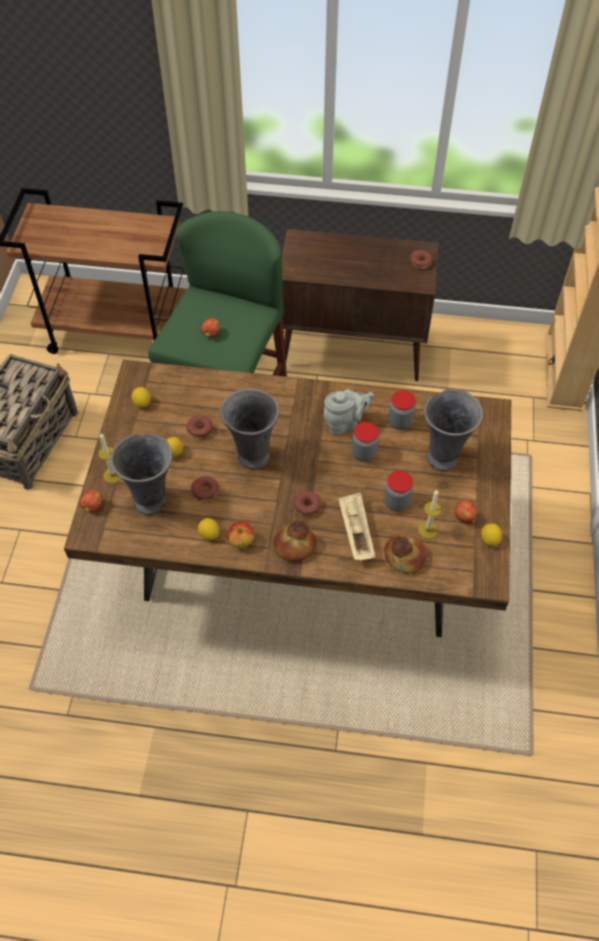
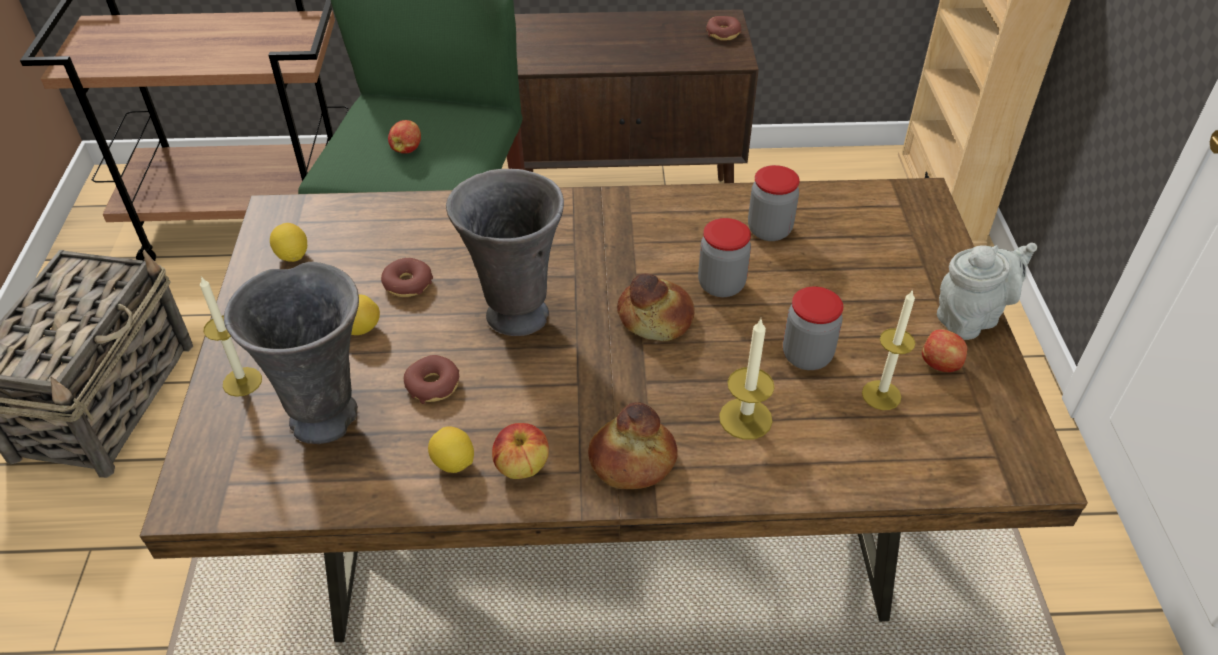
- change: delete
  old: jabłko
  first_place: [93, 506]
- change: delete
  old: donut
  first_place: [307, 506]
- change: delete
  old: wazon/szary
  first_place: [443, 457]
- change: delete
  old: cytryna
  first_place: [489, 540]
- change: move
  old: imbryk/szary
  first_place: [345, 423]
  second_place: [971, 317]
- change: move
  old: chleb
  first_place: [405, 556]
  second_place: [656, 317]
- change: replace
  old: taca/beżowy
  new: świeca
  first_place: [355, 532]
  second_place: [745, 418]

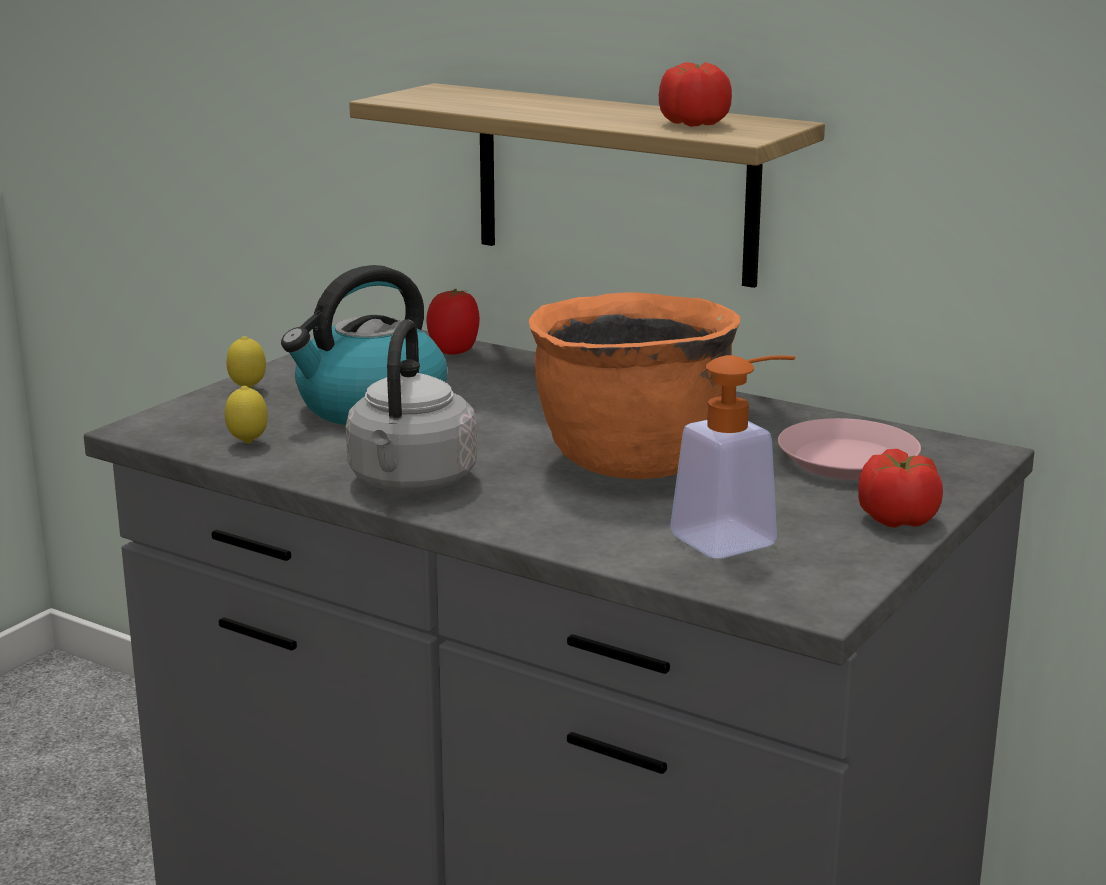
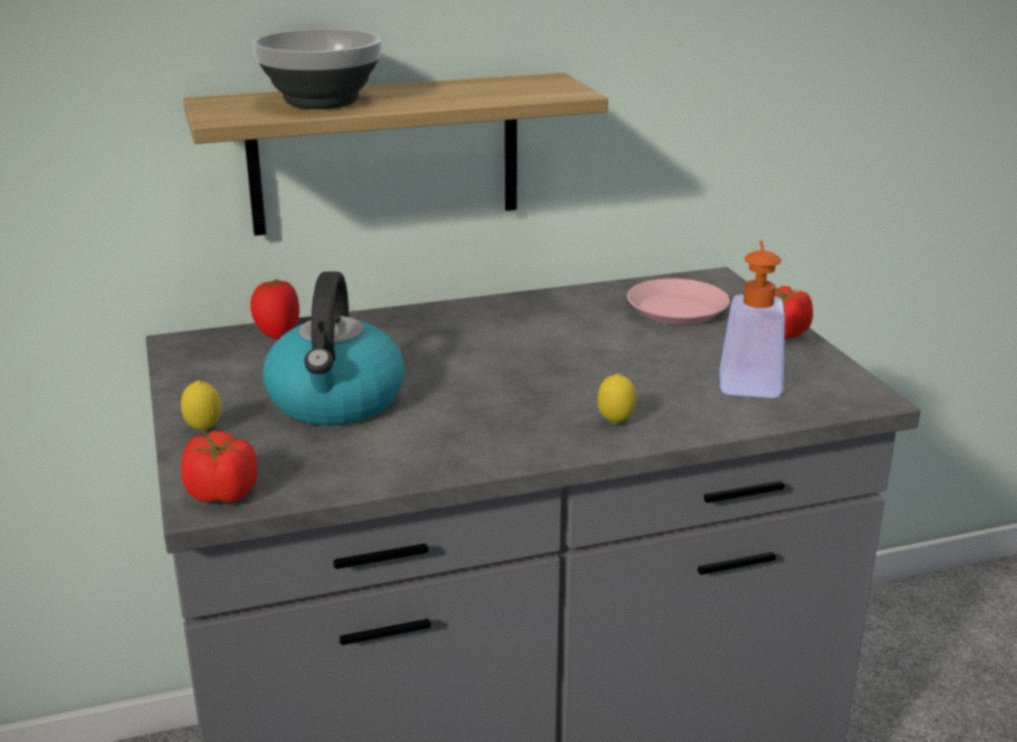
- change: delete
  old: czajnik/szary
  first_place: [411, 483]
- change: delete
  old: garnek/pomarańczowy
  first_place: [630, 462]
- change: insert
  new: miska
  second_place: [319, 101]
- change: move
  old: cytryna
  first_place: [248, 443]
  second_place: [615, 423]
- change: move
  old: pomidor
  first_place: [694, 124]
  second_place: [223, 494]

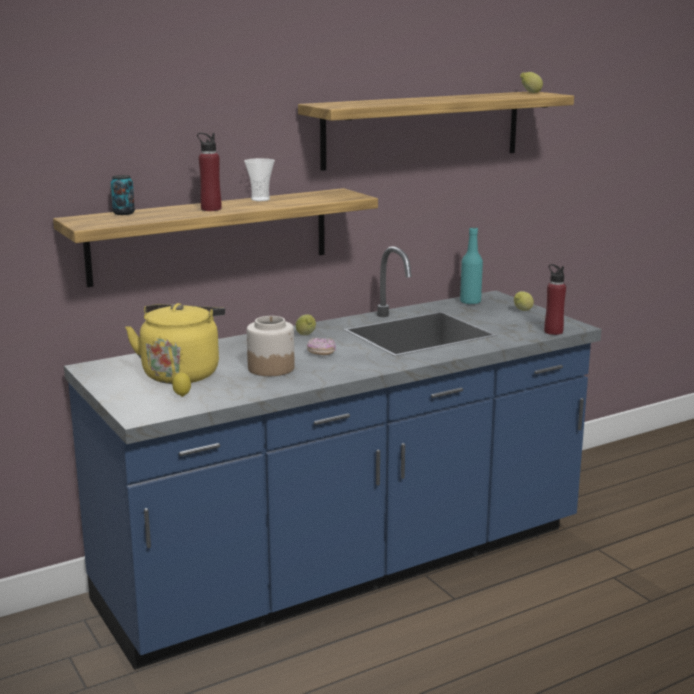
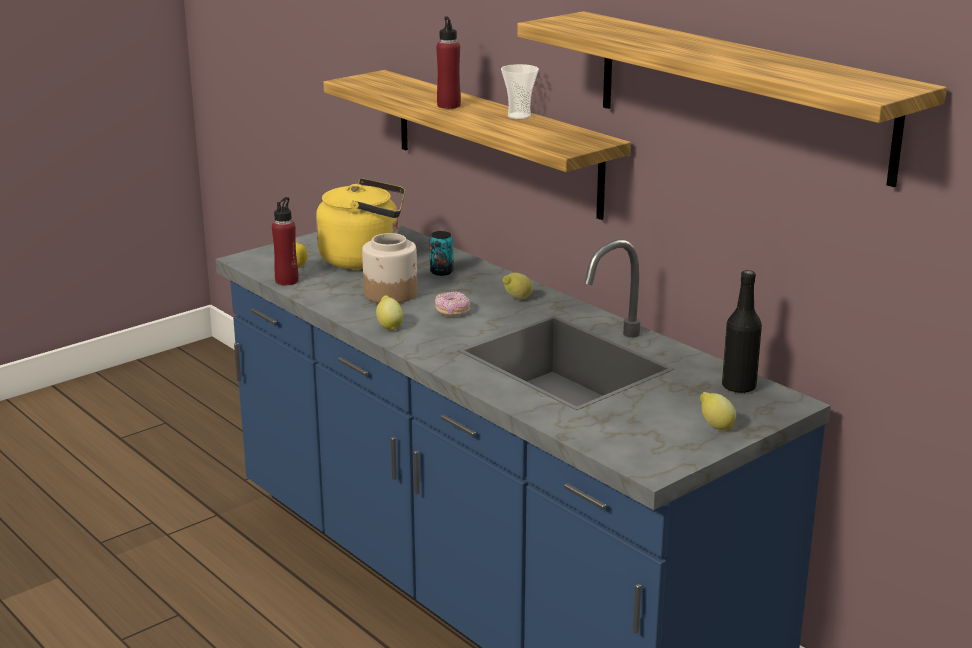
- change: move
  old: puszka
  first_place: [123, 213]
  second_place: [441, 272]
- change: move
  old: cytryna
  first_place: [530, 92]
  second_place: [389, 326]
- change: move
  old: butelka/czerwony
  first_place: [553, 332]
  second_place: [287, 281]
- change: recolor
  old: butelka/turkusowy
  new: butelka/czarny
  first_place: [470, 302]
  second_place: [739, 387]

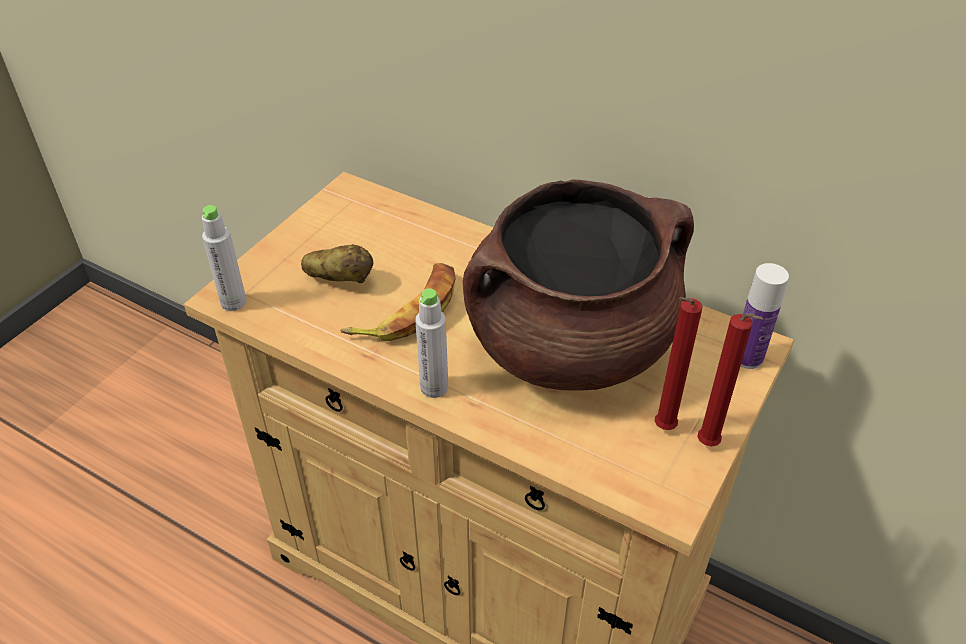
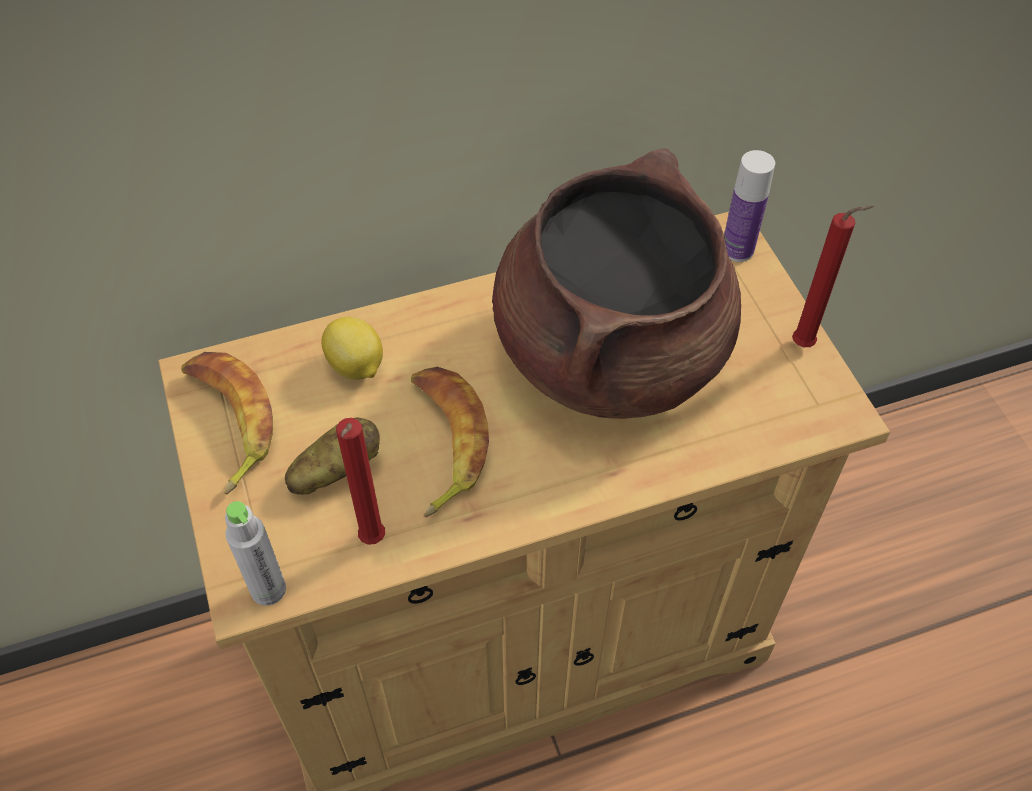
- change: delete
  old: butelka/szary
  first_place: [434, 387]
- change: insert
  new: banan
  second_place: [227, 422]
- change: insert
  new: cytryna
  second_place: [356, 367]
- change: move
  old: świeca/czerwony
  first_place: [661, 429]
  second_place: [371, 542]

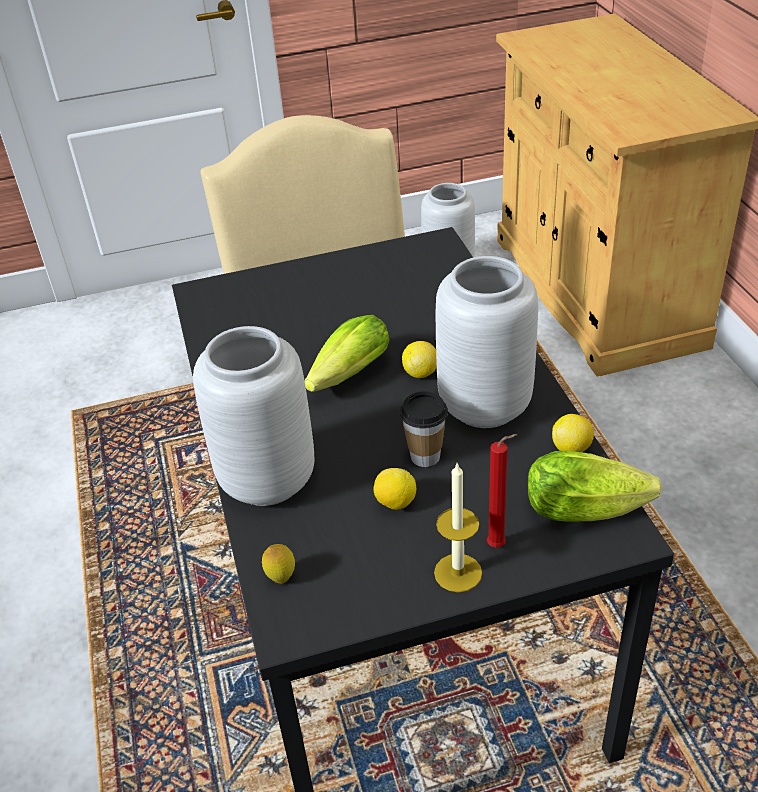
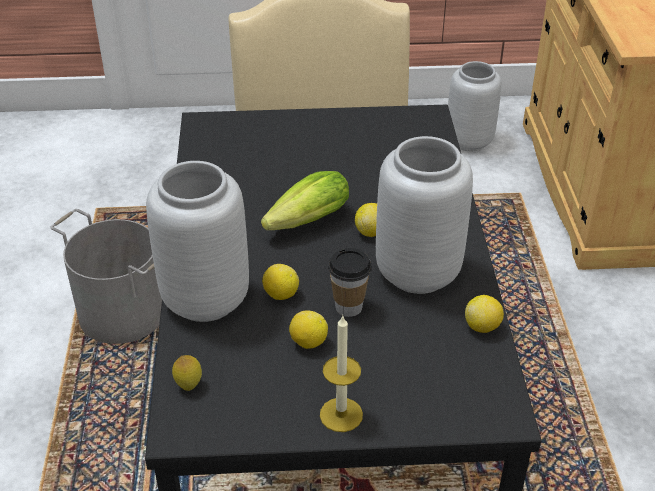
- change: delete
  old: świeca/czerwony
  first_place: [499, 545]
- change: delete
  old: sałata
  first_place: [591, 508]
- change: insert
  new: wiadro/szary
  second_place: [124, 312]
- change: insert
  new: cytryna
  second_place: [280, 294]

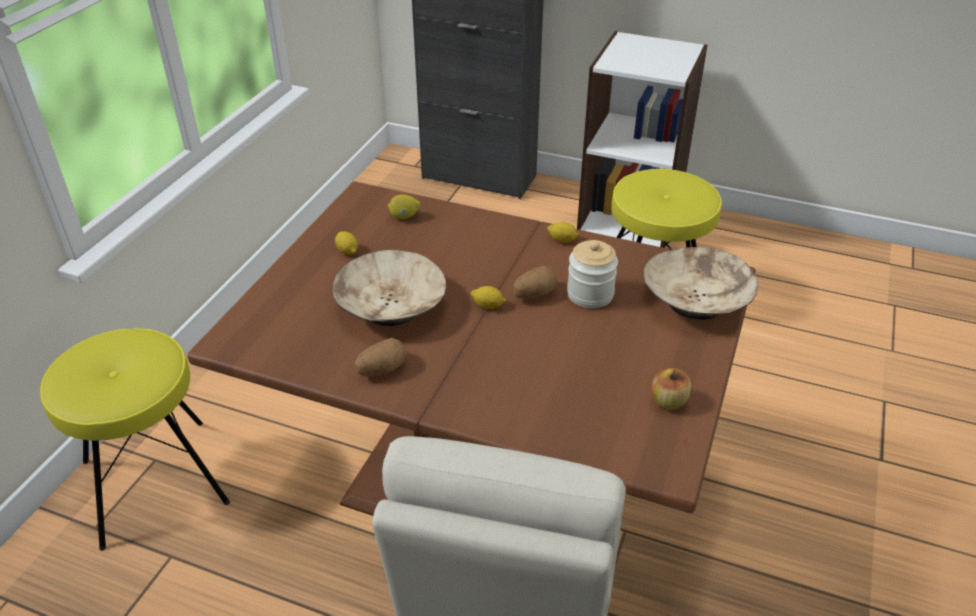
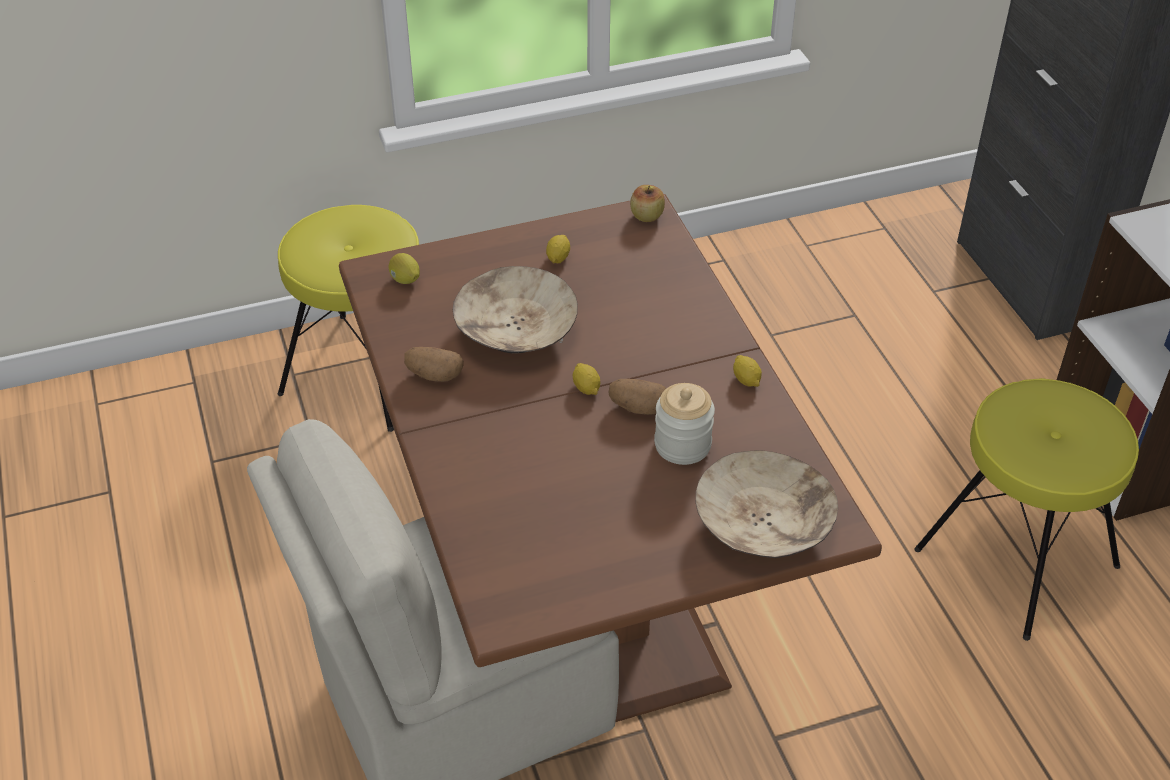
- change: move
  old: cytryna
  first_place: [404, 217]
  second_place: [405, 280]
- change: move
  old: jabłko
  first_place: [668, 401]
  second_place: [646, 216]

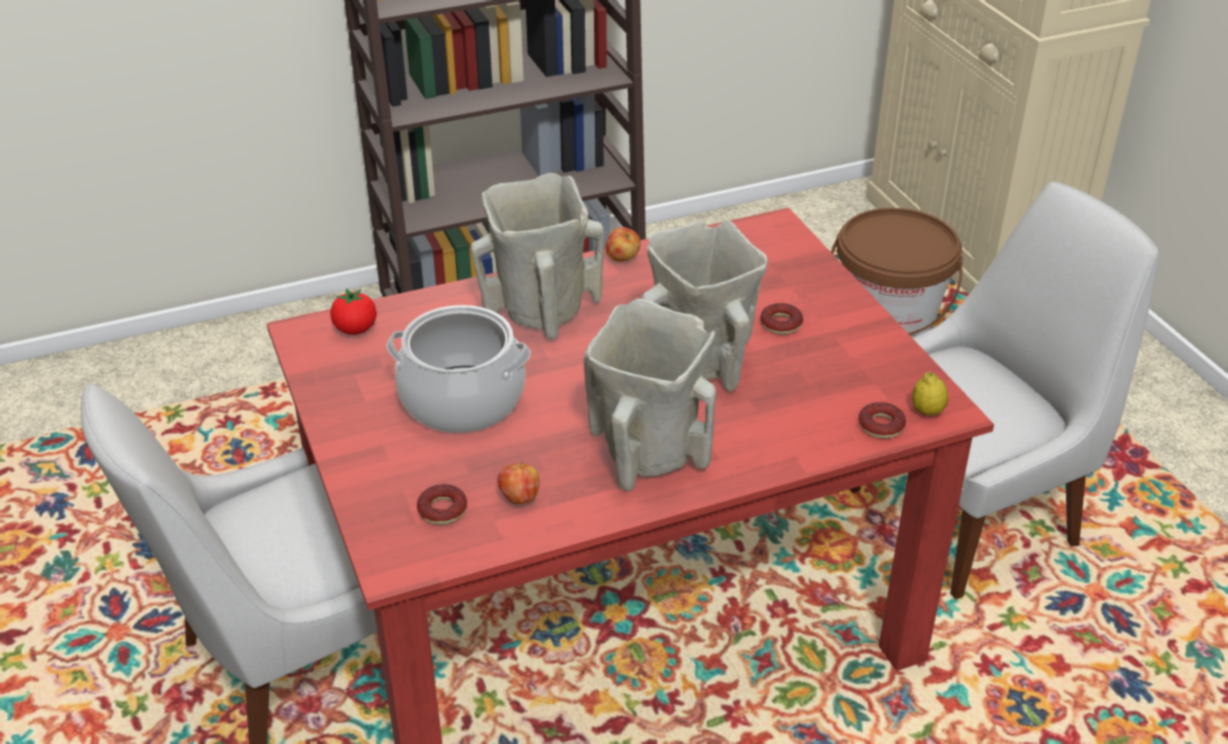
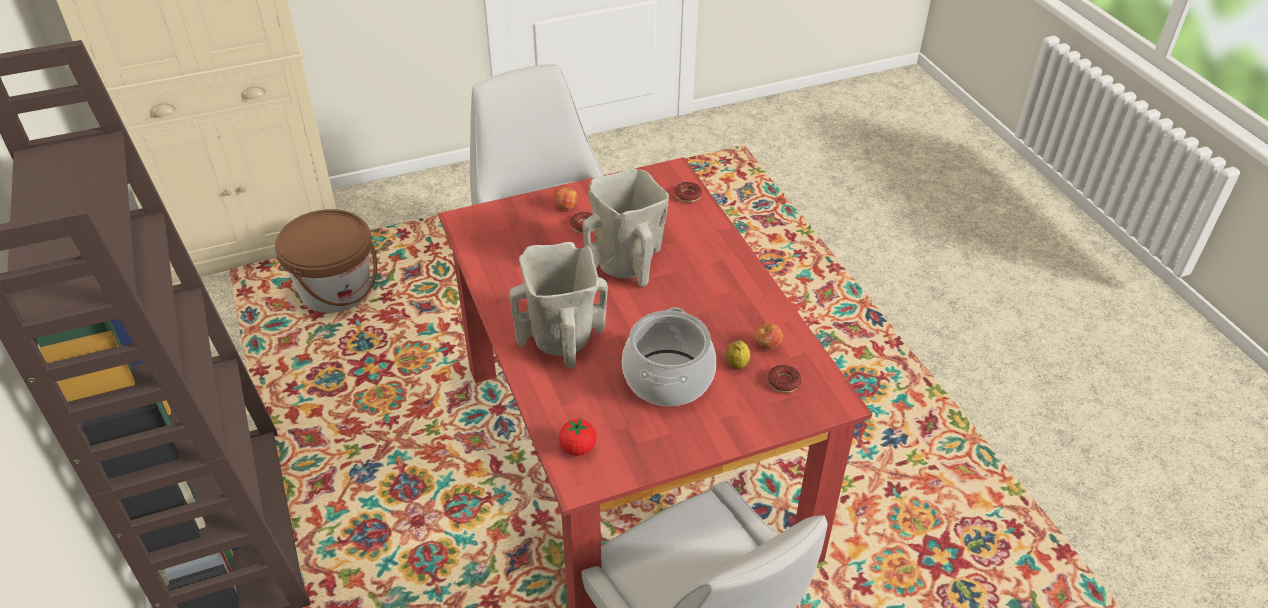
- change: delete
  old: wazon/beżowy
  first_place: [647, 455]
- change: move
  old: jabłko
  first_place: [622, 258]
  second_place: [565, 207]
- change: move
  old: cytryna
  first_place: [927, 411]
  second_place: [737, 364]

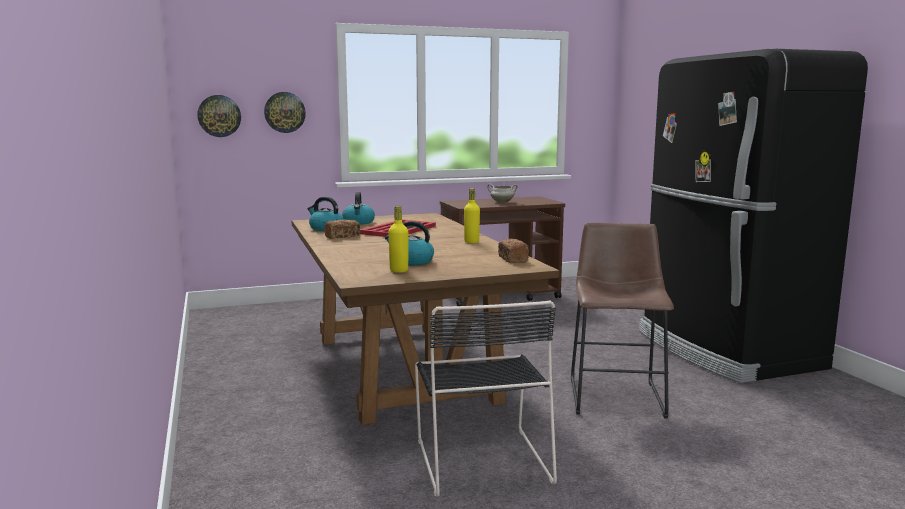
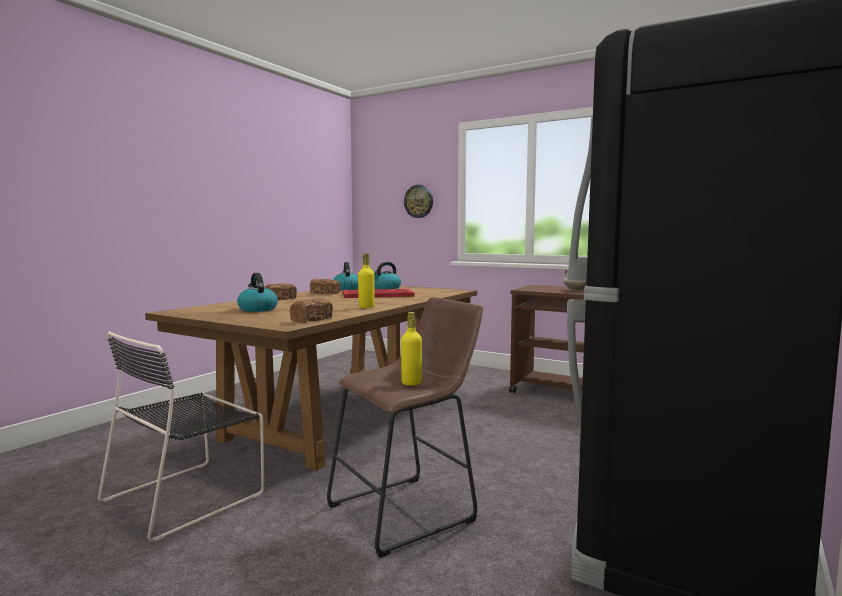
- change: delete
  old: zegar ścienny
  first_place: [219, 116]
- change: insert
  new: chleb
  second_place: [280, 299]
- change: move
  old: butelka/żółty
  first_place: [399, 270]
  second_place: [411, 383]

